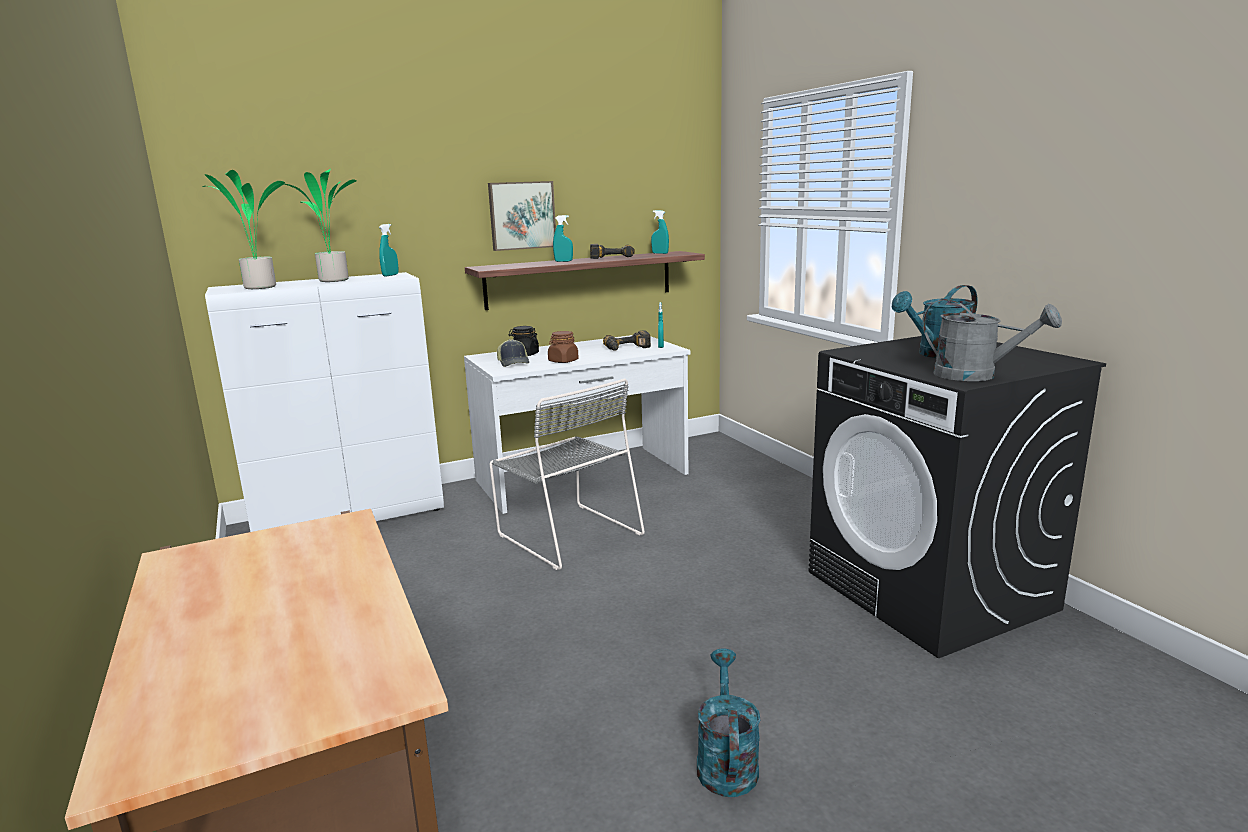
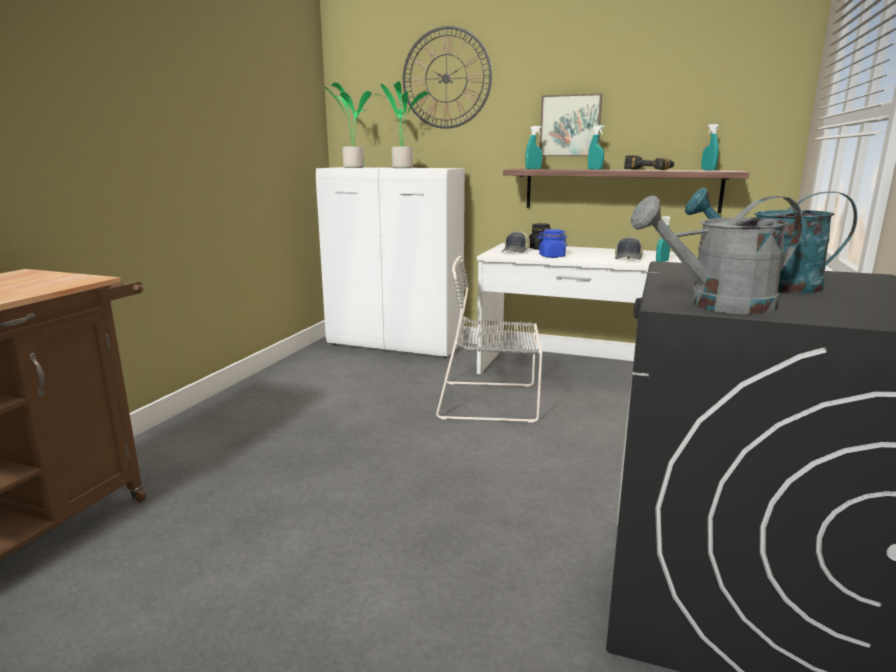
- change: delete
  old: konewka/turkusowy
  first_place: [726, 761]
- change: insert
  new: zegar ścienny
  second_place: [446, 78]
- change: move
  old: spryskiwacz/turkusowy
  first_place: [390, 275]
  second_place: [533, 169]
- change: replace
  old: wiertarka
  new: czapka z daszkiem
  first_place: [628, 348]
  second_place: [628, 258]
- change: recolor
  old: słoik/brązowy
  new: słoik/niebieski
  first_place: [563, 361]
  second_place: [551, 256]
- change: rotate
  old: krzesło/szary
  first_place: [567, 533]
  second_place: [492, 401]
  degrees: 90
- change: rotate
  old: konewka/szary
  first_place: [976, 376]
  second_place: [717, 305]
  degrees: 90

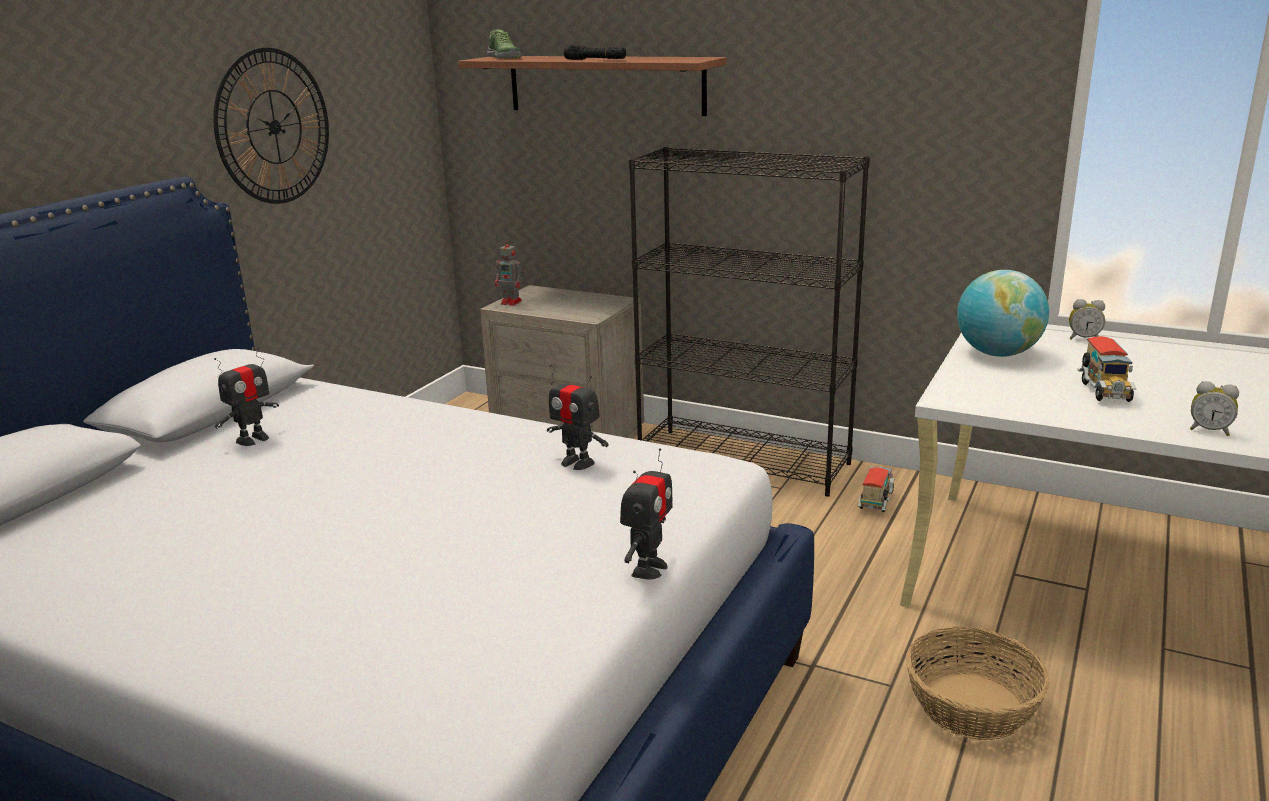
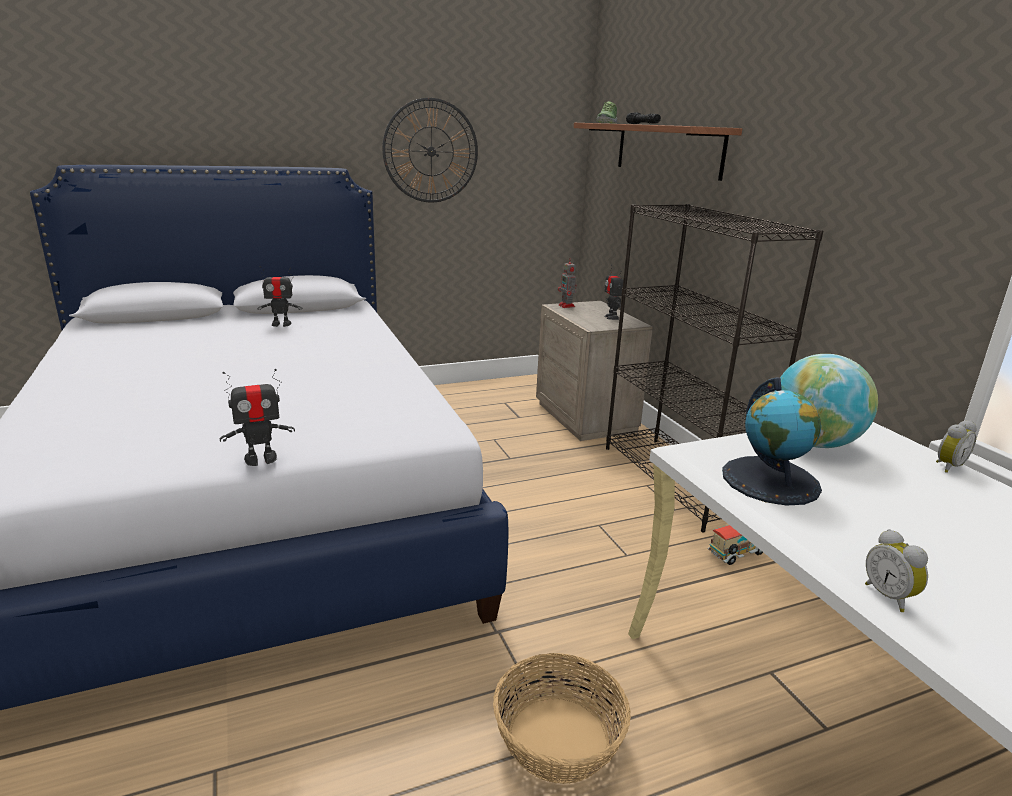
- change: delete
  old: ciężarówka zabawkowa
  first_place: [1103, 392]
- change: insert
  new: globus
  second_place: [770, 480]
- change: move
  old: robot zabawkowy
  first_place: [577, 463]
  second_place: [612, 317]
- change: rotate
  old: budzik
  first_place: [1083, 338]
  second_place: [947, 466]
  degrees: -90

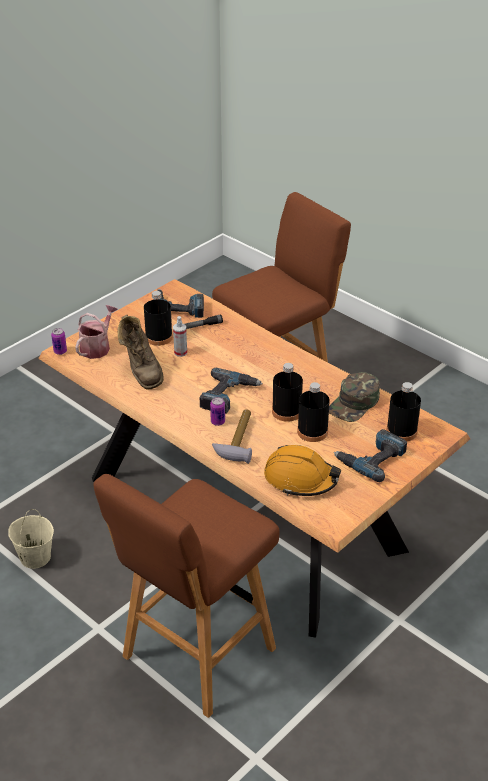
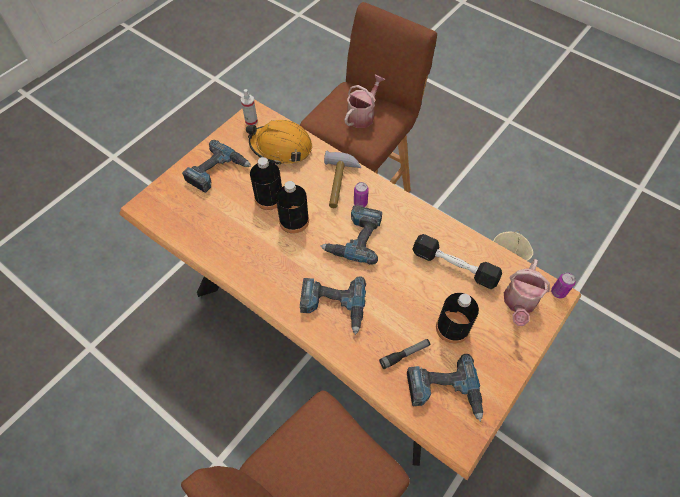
- change: delete
  old: czapka z daszkiem/zielony
  first_place: [354, 403]
- change: delete
  old: butelka/czarny
  first_place: [401, 431]
- change: insert
  new: wiertarka
  second_place: [333, 306]
- change: insert
  new: konewka
  second_place: [363, 115]
- change: move
  old: spryskiwacz
  first_place: [180, 352]
  second_place: [251, 121]
- change: replace
  old: but z cholewką/brązowy
  new: hantel/czarny
  first_place: [142, 371]
  second_place: [454, 267]

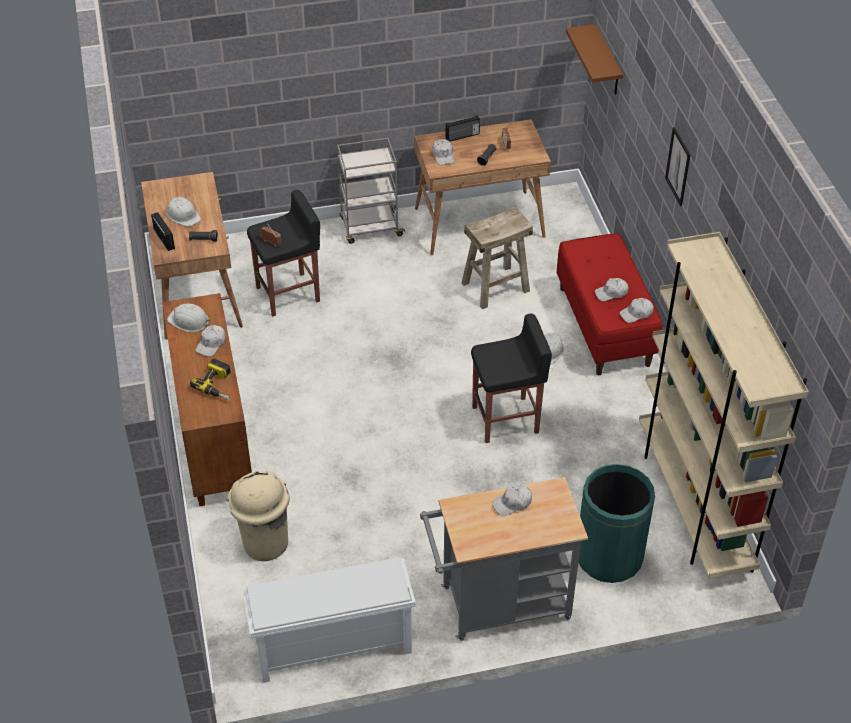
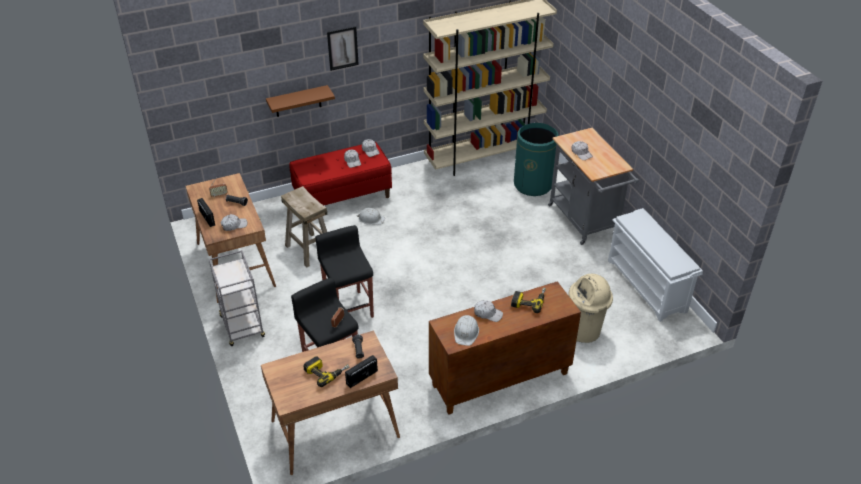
- change: move
  old: stołek/czarny
  first_place: [506, 420]
  second_place: [349, 308]
- change: move
  old: półka/brązowy
  first_place: [607, 62]
  second_place: [298, 101]
- change: replace
  old: kask/biały
  new: wiertarka
  first_place: [183, 215]
  second_place: [326, 371]

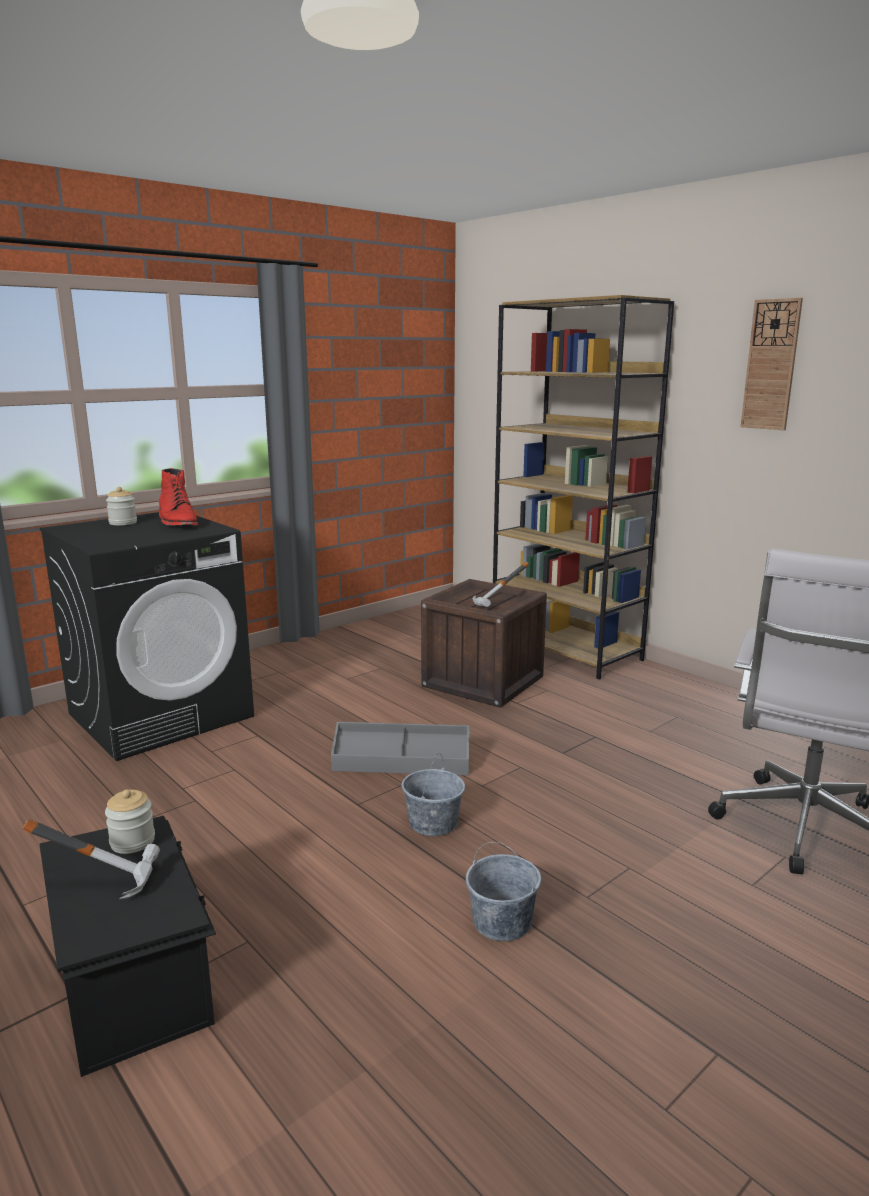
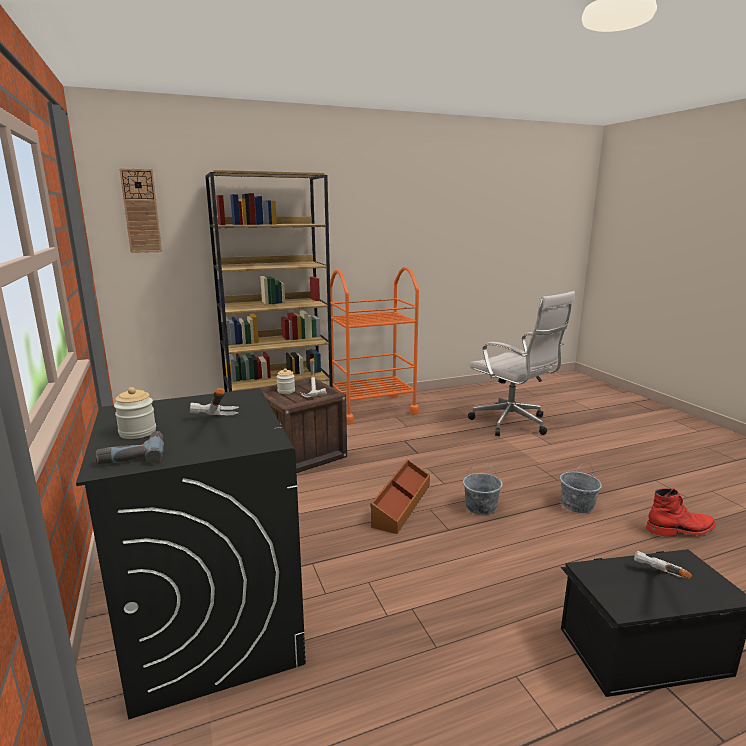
- change: insert
  new: wiertarka
  second_place: [133, 455]
- change: insert
  new: młotek
  second_place: [211, 428]
- change: insert
  new: wózek/pomarańczowy
  second_place: [372, 409]
- change: move
  old: słoik
  first_place: [132, 841]
  second_place: [286, 391]
- change: move
  old: but z cholewką/czerwony
  first_place: [178, 522]
  second_place: [680, 529]
- change: move
  old: zegar ścienny
  first_place: [771, 365]
  second_place: [141, 211]
- change: recolor
  old: pojemnik do przechowywania/szary
  new: pojemnik do przechowywania/brązowy
  first_place: [401, 763]
  second_place: [401, 504]

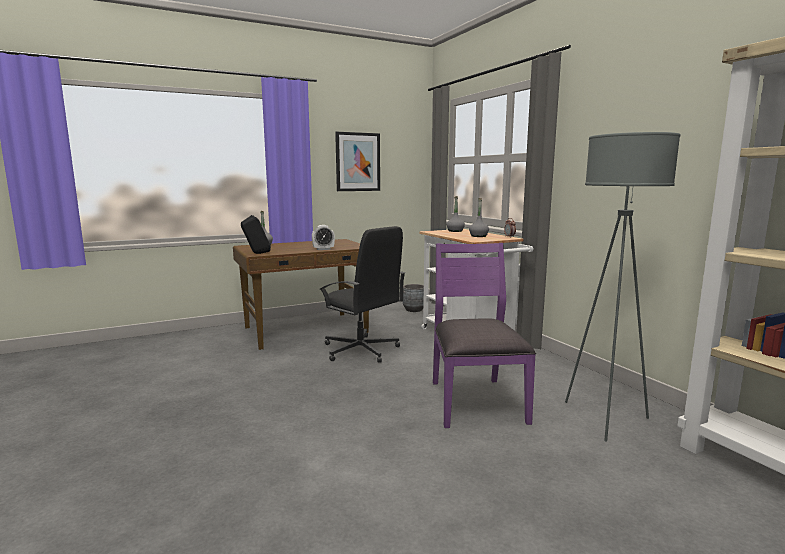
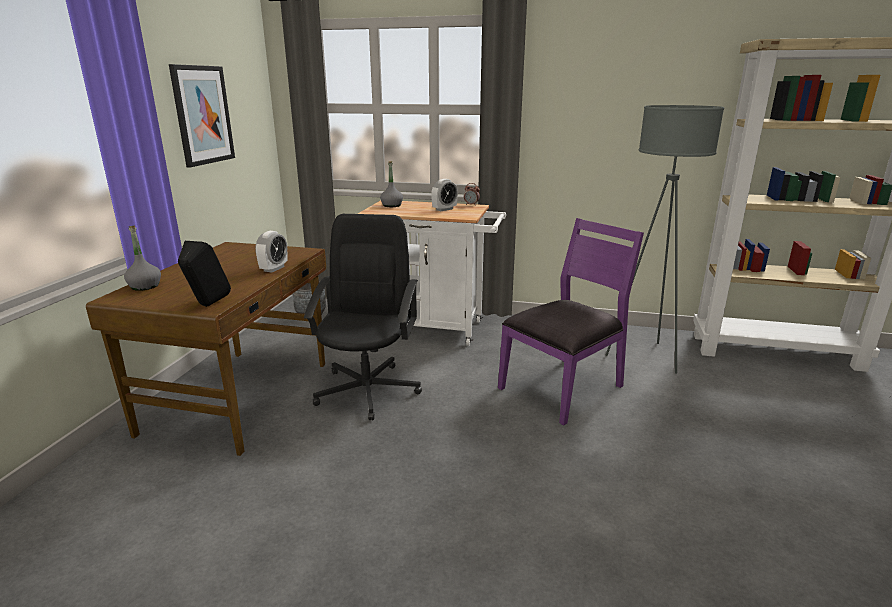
- change: replace
  old: butelka/szary
  new: budzik
  first_place: [478, 236]
  second_place: [444, 209]
- change: rotate
  old: krzesło biurowe/czarny
  first_place: [361, 350]
  second_place: [368, 389]
  degrees: -75
- change: rotate
  old: krzesło/fioletowy
  first_place: [475, 401]
  second_place: [563, 388]
  degrees: 105

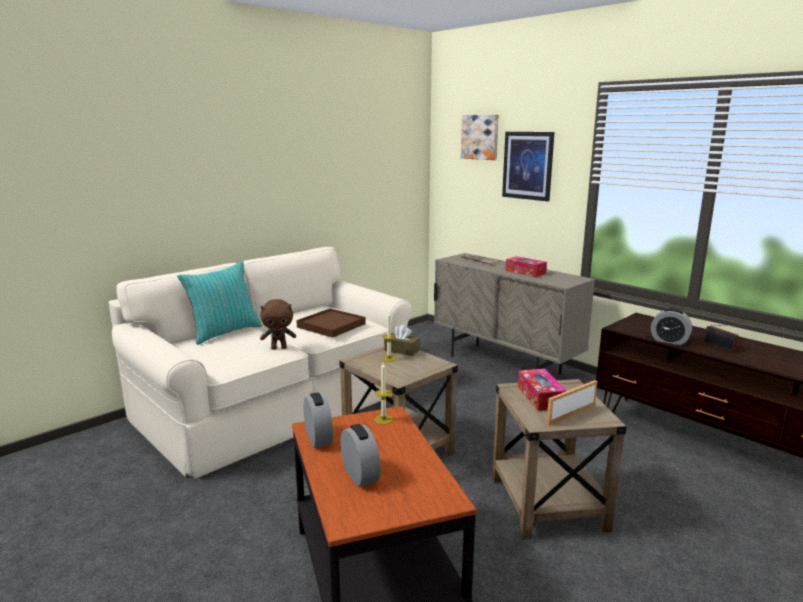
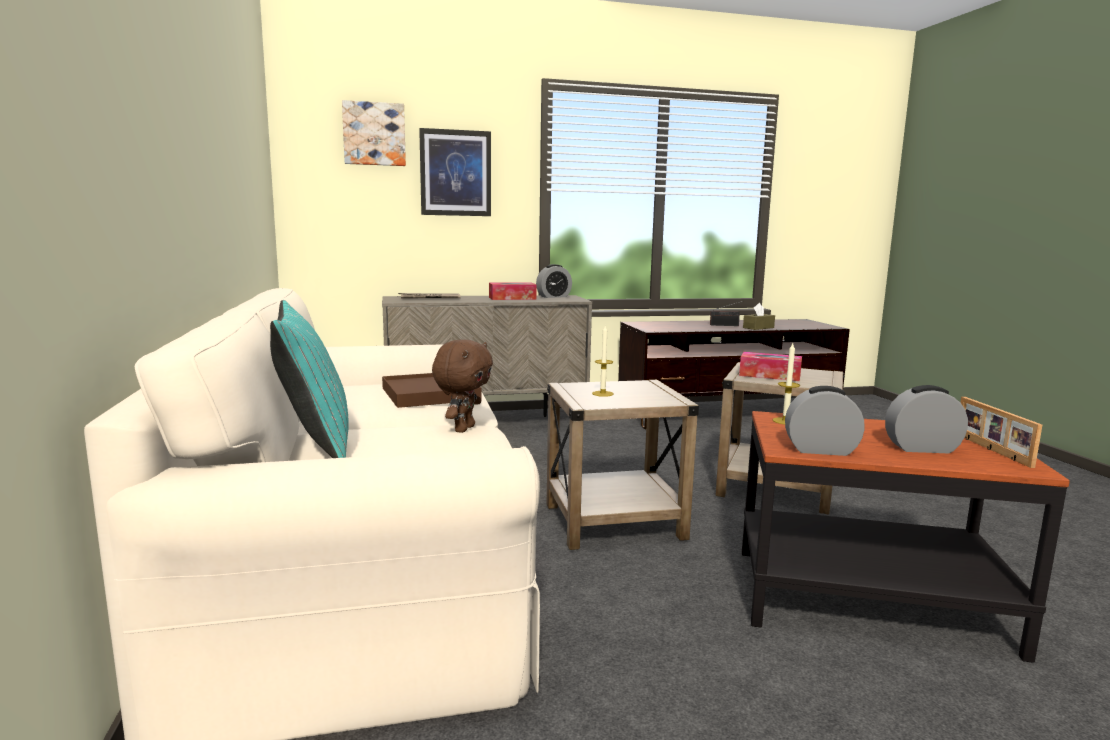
- change: move
  old: pudełko chusteczek/brązowy
  first_place: [402, 350]
  second_place: [758, 328]
- change: move
  old: ramka na zdjęcie
  first_place: [570, 414]
  second_place: [990, 449]
- change: move
  old: budzik
  first_place: [669, 341]
  second_place: [553, 296]

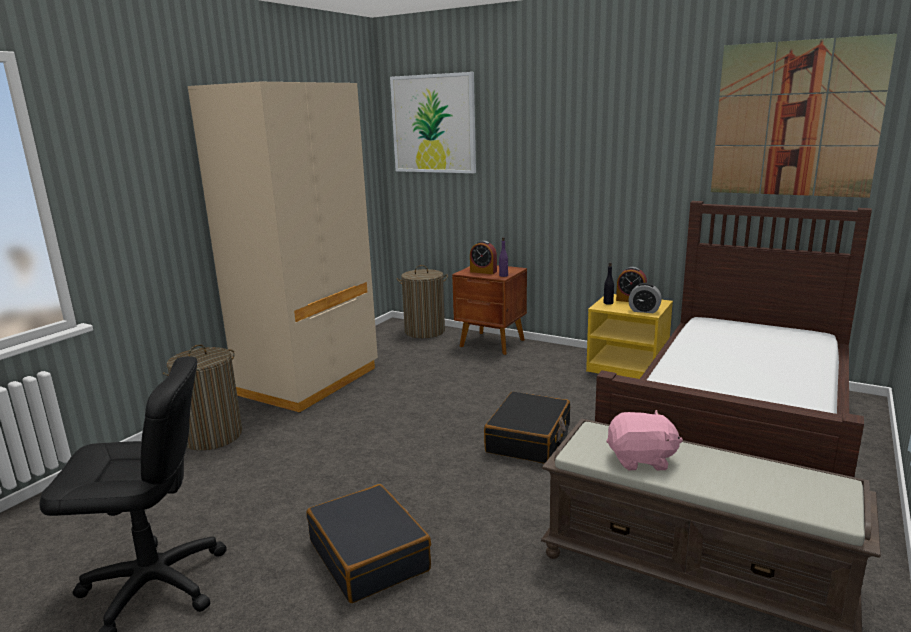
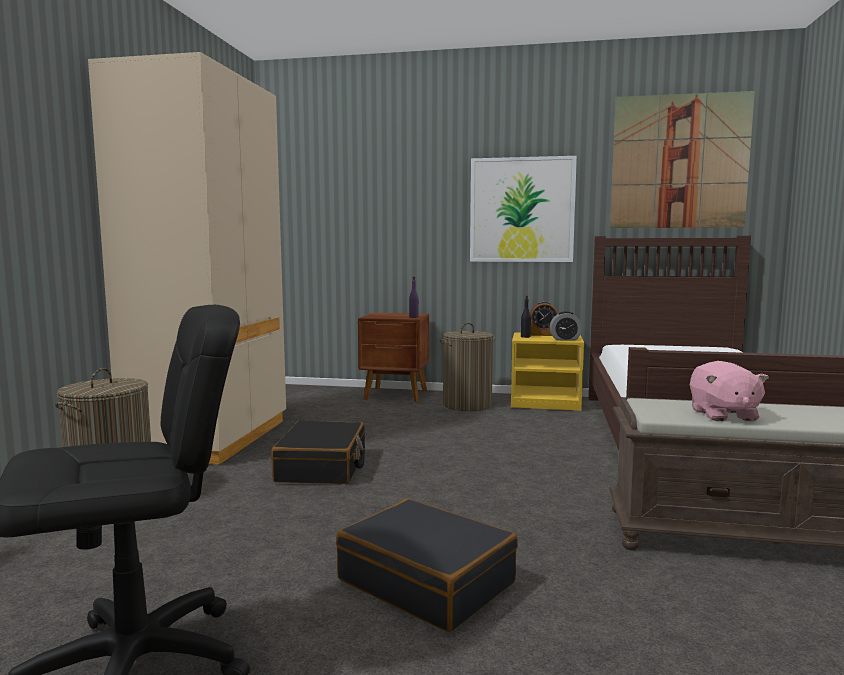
- change: delete
  old: budzik
  first_place: [483, 272]
- change: move
  old: obraz
  first_place: [433, 124]
  second_place: [522, 210]
- change: move
  old: kosz na pranie
  first_place: [425, 331]
  second_place: [467, 405]
- change: move
  old: walizka/czarny
  first_place: [529, 439]
  second_place: [322, 467]
- change: rotate
  old: pluszak/różowy
  first_place: [641, 460]
  second_place: [723, 415]
  degrees: 105

